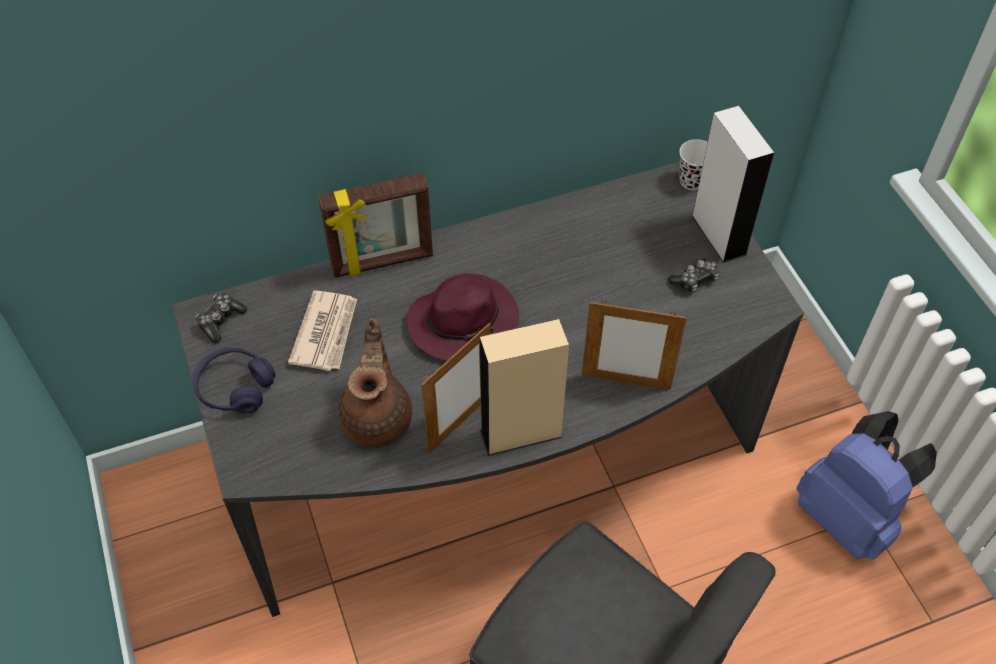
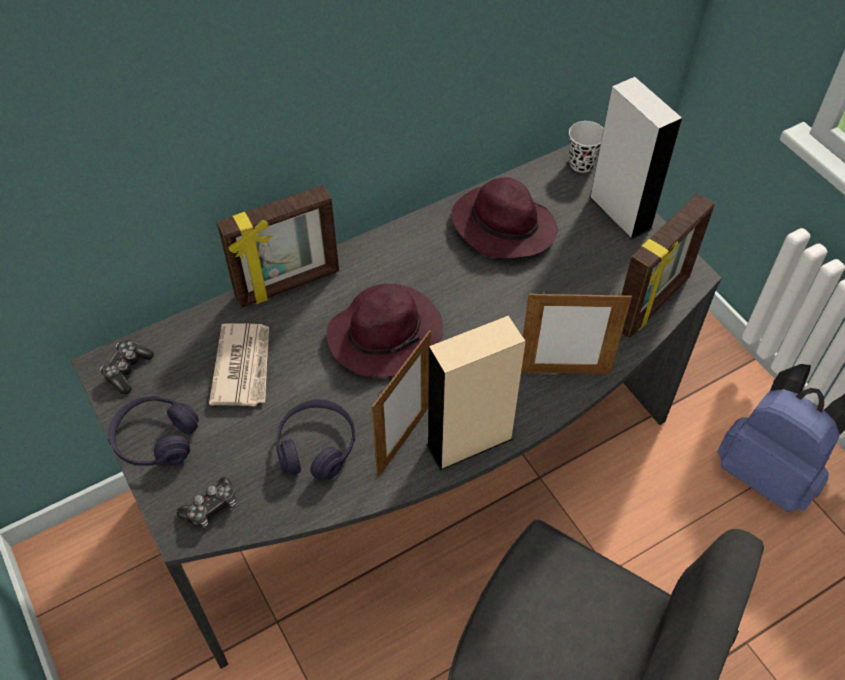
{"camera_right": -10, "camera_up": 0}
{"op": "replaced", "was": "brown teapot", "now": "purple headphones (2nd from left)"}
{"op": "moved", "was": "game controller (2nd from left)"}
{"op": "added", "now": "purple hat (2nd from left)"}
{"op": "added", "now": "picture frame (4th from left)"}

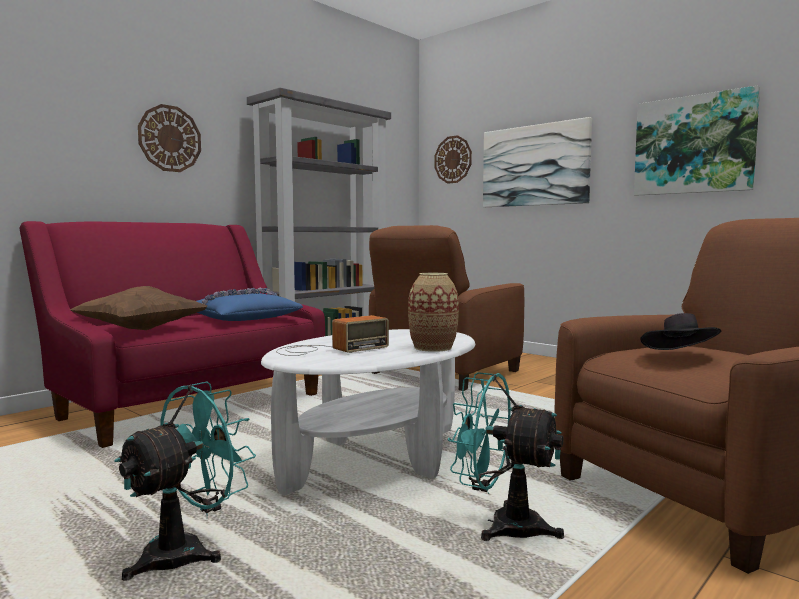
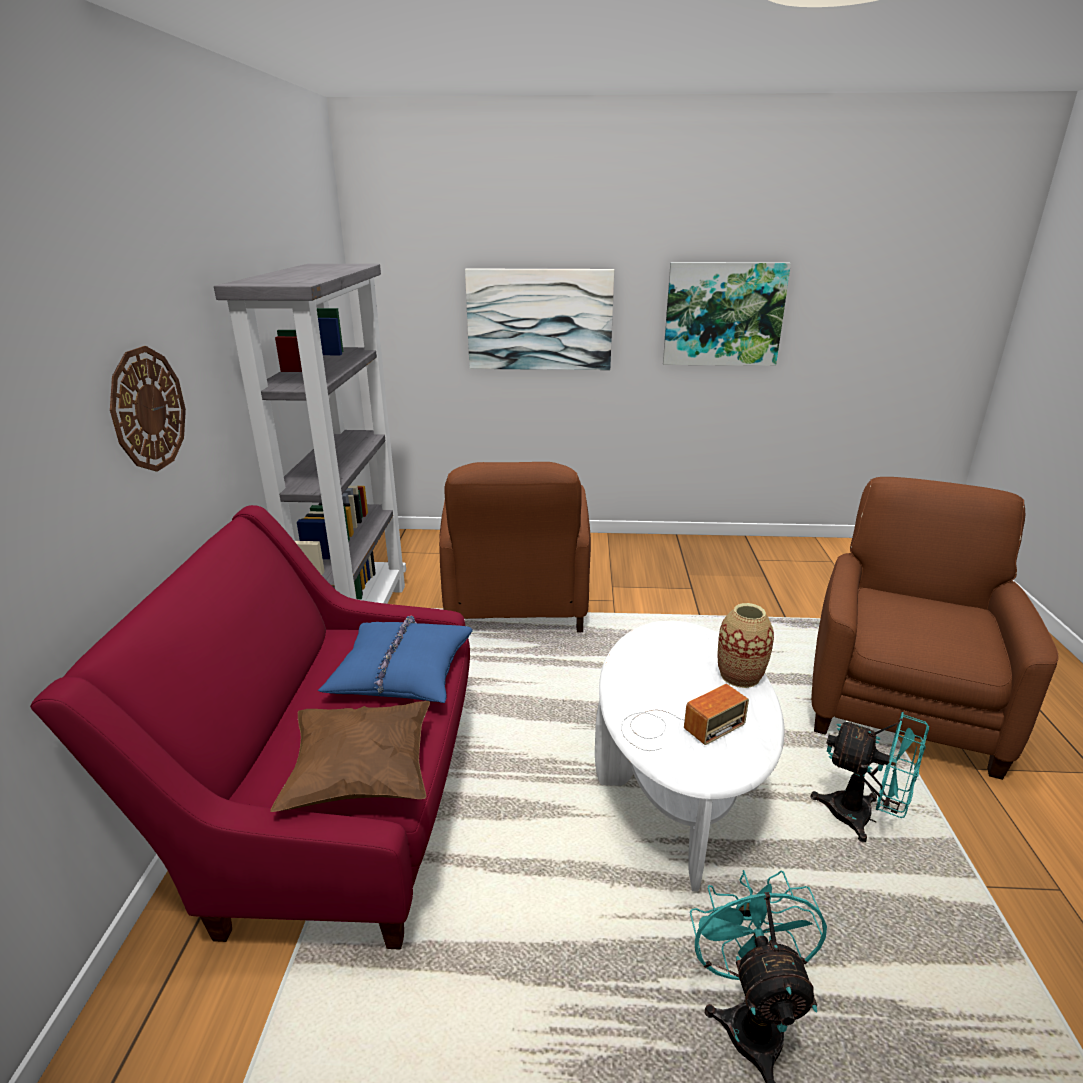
{"camera_right": -40, "camera_up": 20}
{"op": "turned", "was": "radio", "clockwise": 45}
{"op": "removed", "was": "wall clock (2nd from left)"}
{"op": "turned", "was": "turquoise fan (2nd from left)", "clockwise": -135}
{"op": "removed", "was": "black hat"}

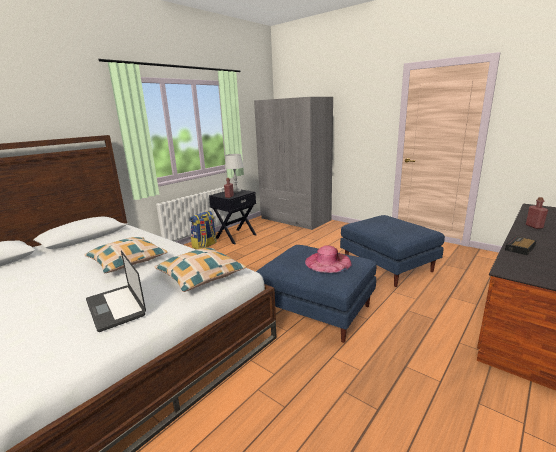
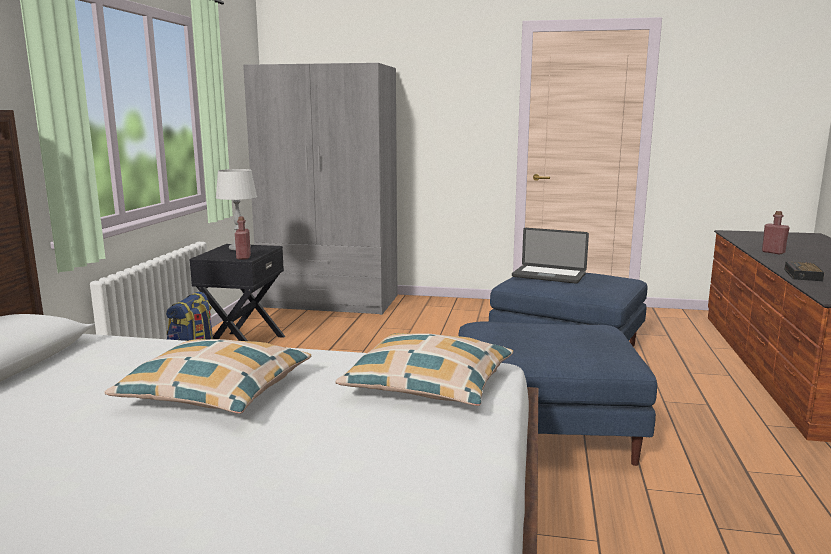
{"camera_right": -30, "camera_up": -5}
{"op": "moved", "was": "laptop"}
{"op": "removed", "was": "pink hat"}

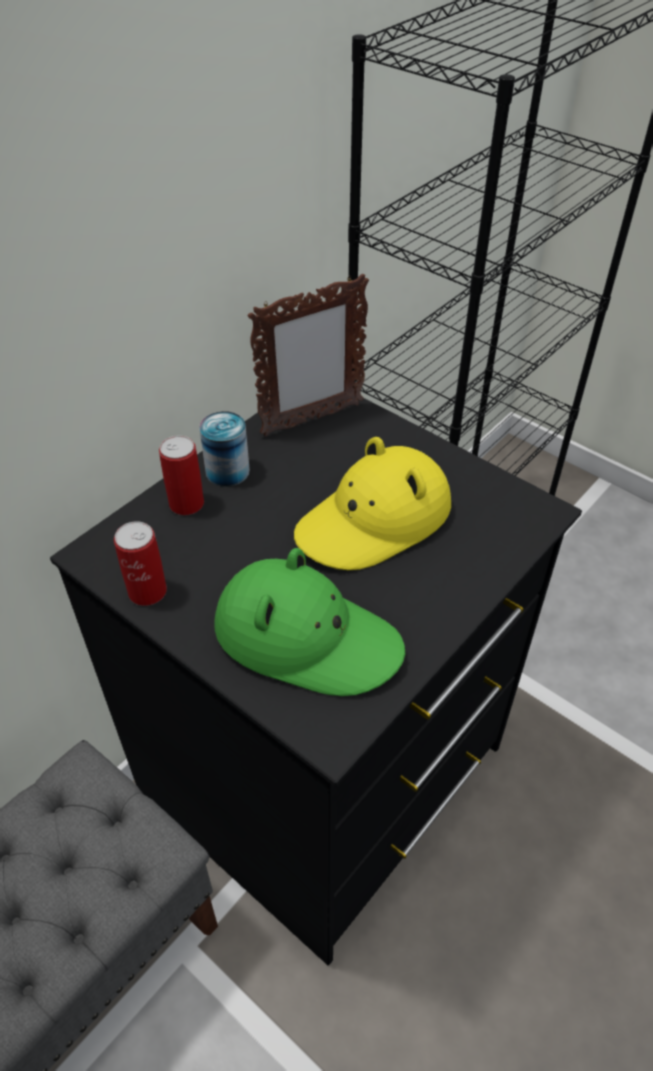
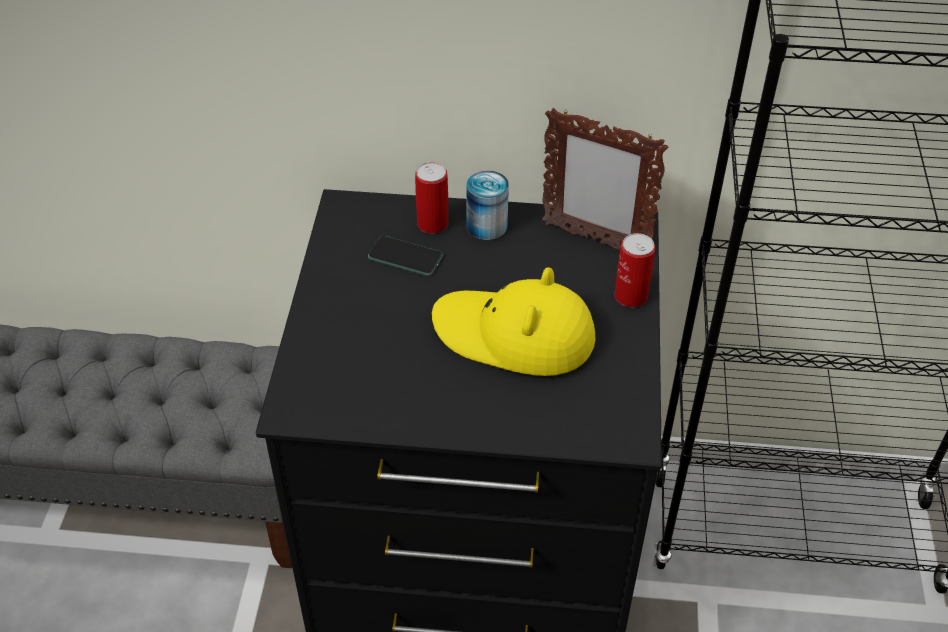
{"camera_right": 55, "camera_up": 0}
{"op": "moved", "was": "can (1st from left in the first image)", "now": "can (3rd from left)"}
{"op": "removed", "was": "green hat"}
{"op": "added", "now": "phone"}

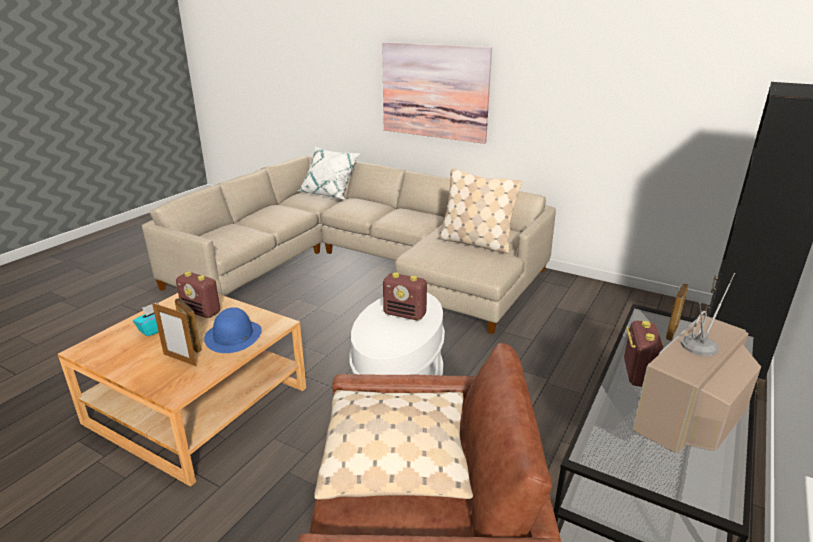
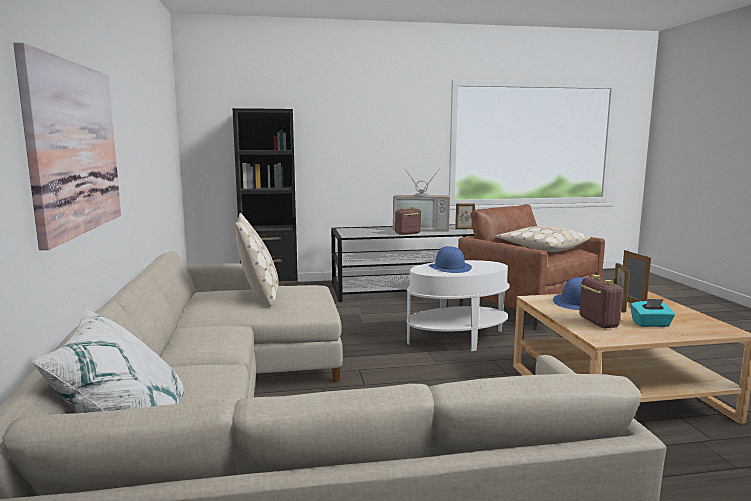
{"camera_right": -130, "camera_up": -15}
{"op": "replaced", "was": "radio (2nd from left)", "now": "blue hat (1st from left)"}
{"op": "moved", "was": "picture frame (3rd from left in the first image)", "now": "picture frame (1st from left)"}

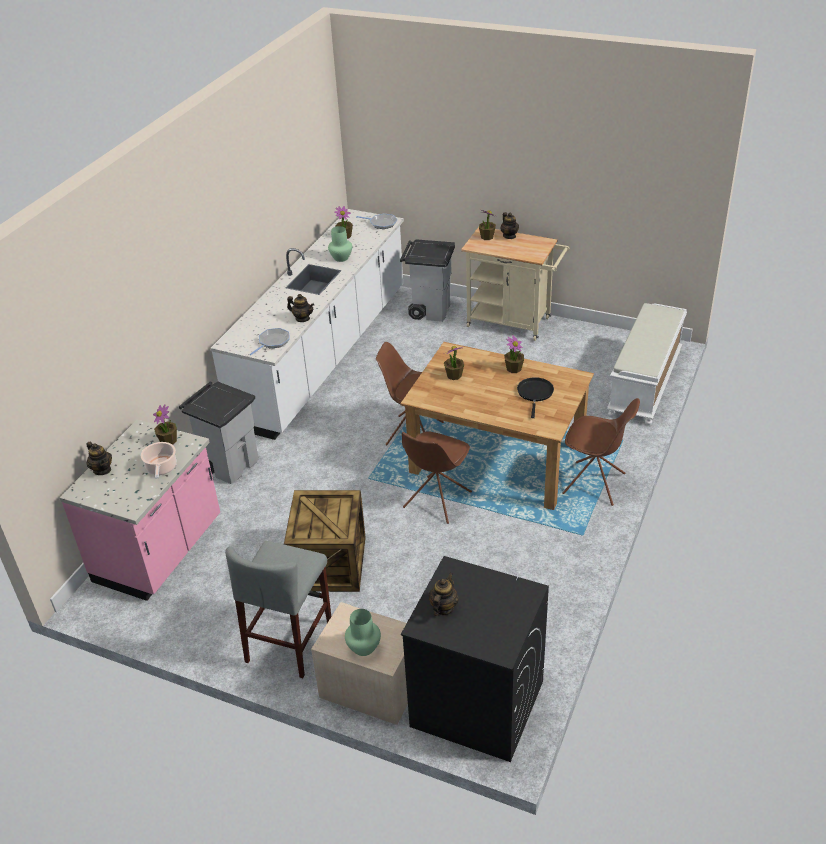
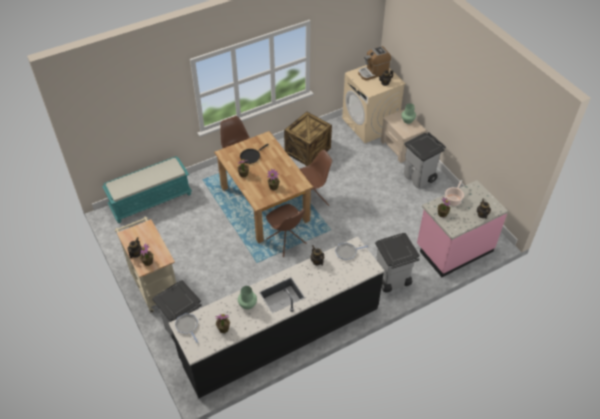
{"camera_right": -145, "camera_up": 10}
{"op": "recoloured", "was": "white counter", "now": "black counter"}
{"op": "replaced", "was": "grey stool", "now": "grey trash can (3rd from left)"}
{"op": "moved", "was": "crate"}
{"op": "recoloured", "was": "black washing machine", "now": "beige washing machine"}
{"op": "recoloured", "was": "white bench", "now": "turquoise bench"}
{"op": "added", "now": "coffee machine"}

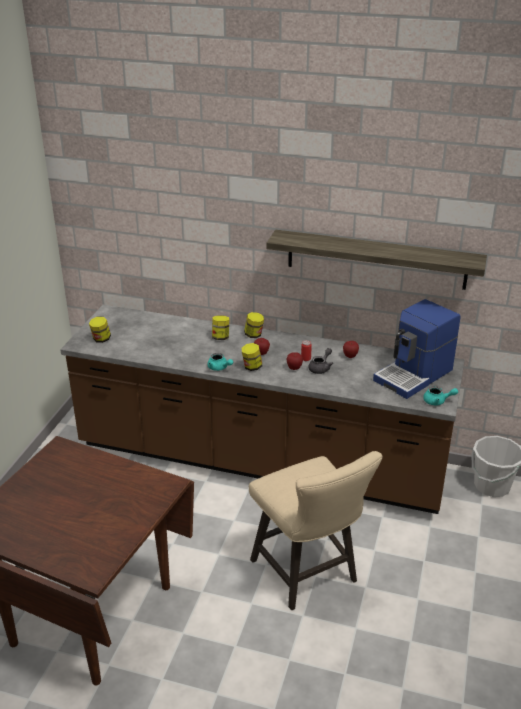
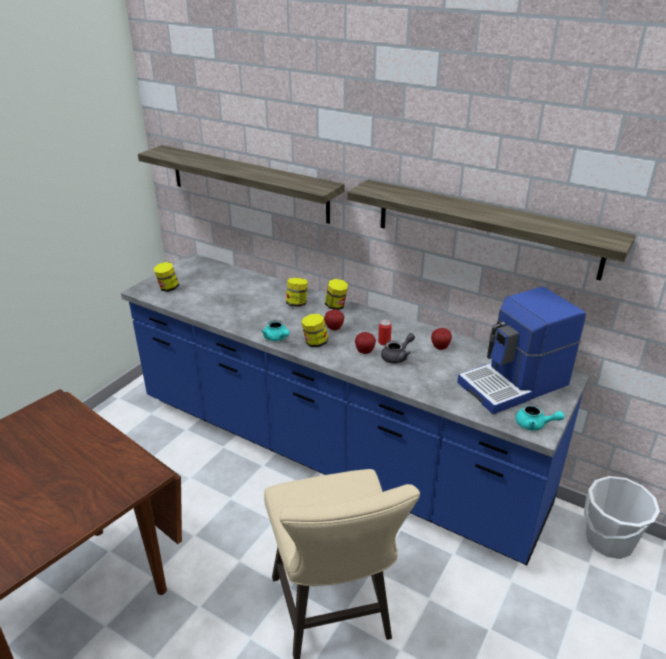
{"camera_right": 15, "camera_up": 0}
{"op": "recoloured", "was": "brown counter", "now": "blue counter"}
{"op": "added", "now": "shelf (1st from left)"}

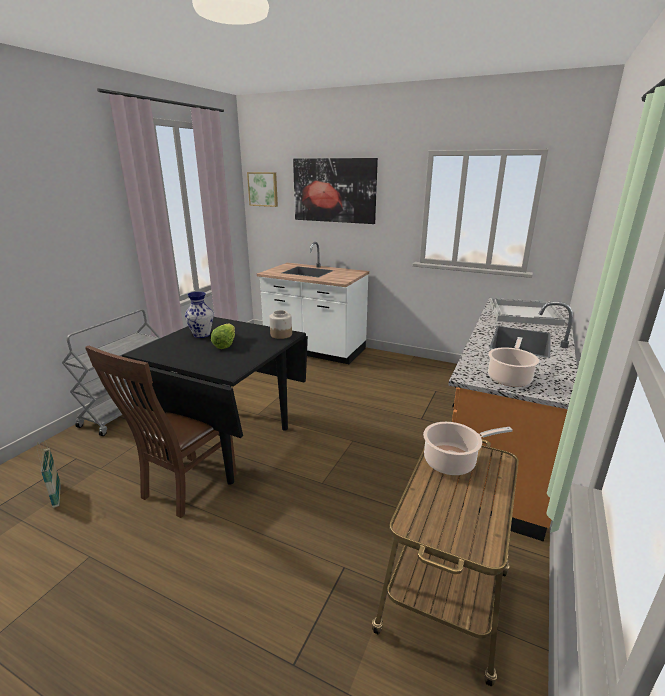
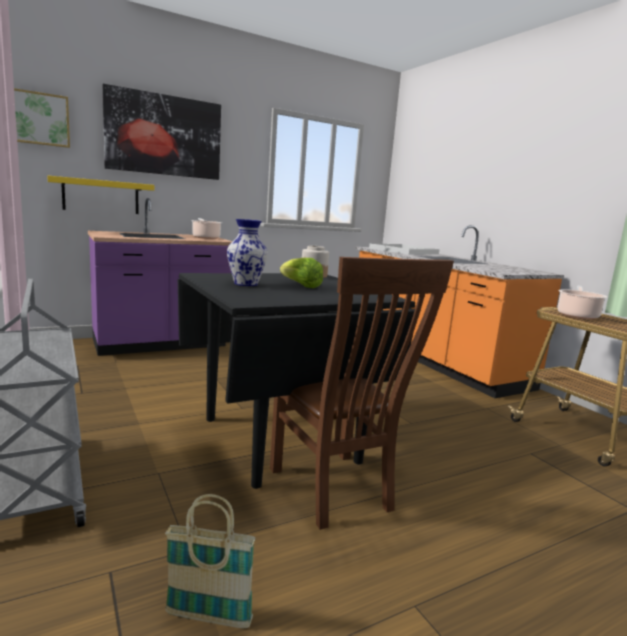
{"camera_right": -55, "camera_up": -10}
{"op": "recoloured", "was": "white counter", "now": "purple counter"}
{"op": "moved", "was": "cooking pot (2nd from left in the first image)", "now": "cooking pot (1st from left)"}
{"op": "added", "now": "yellow shelf"}

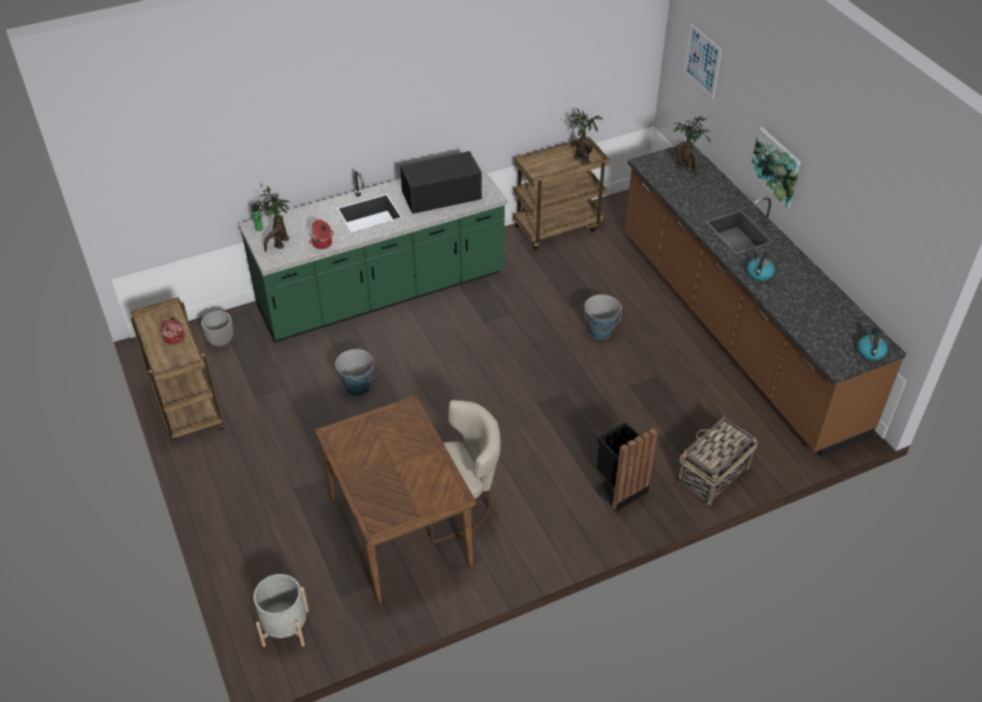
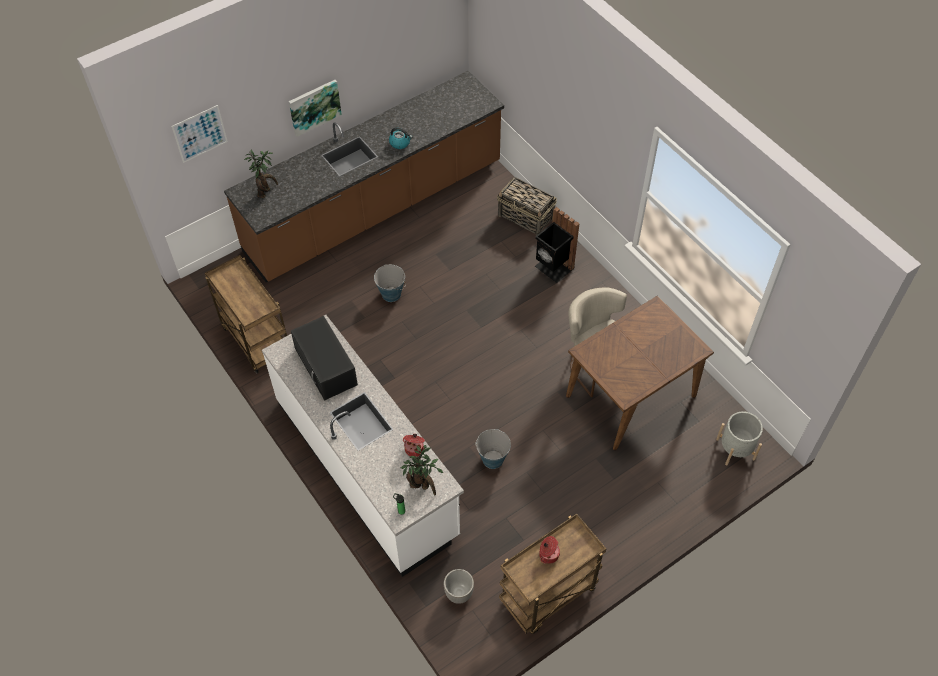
{"camera_right": -100, "camera_up": 10}
{"op": "recoloured", "was": "green counter", "now": "white counter"}
{"op": "removed", "was": "potted plant (2nd from left)"}
{"op": "removed", "was": "kettle (2nd from left)"}

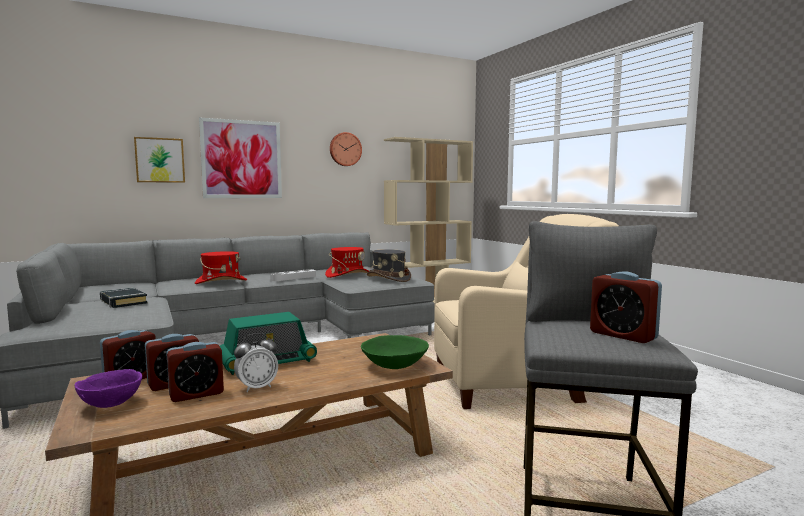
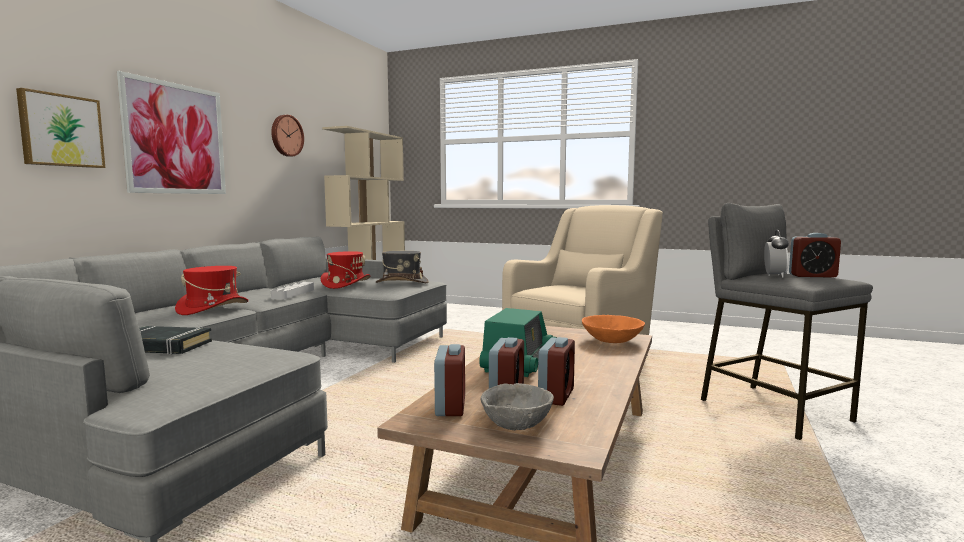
{"camera_right": -40, "camera_up": 0}
{"op": "recoloured", "was": "purple bowl", "now": "grey bowl"}
{"op": "moved", "was": "alarm clock (4th from left)"}
{"op": "recoloured", "was": "green bowl", "now": "orange bowl"}

